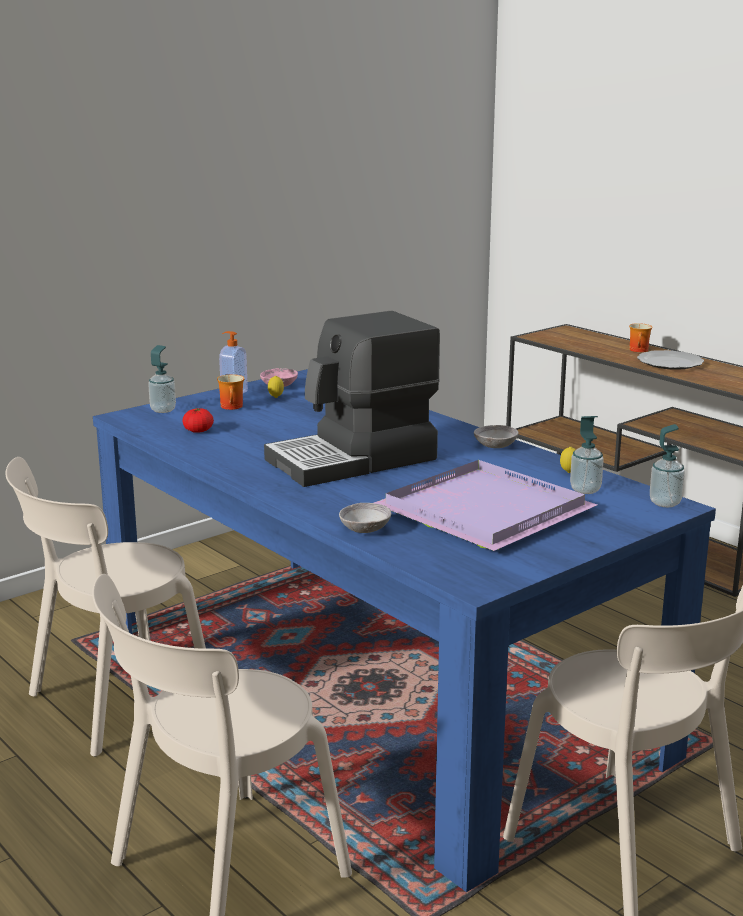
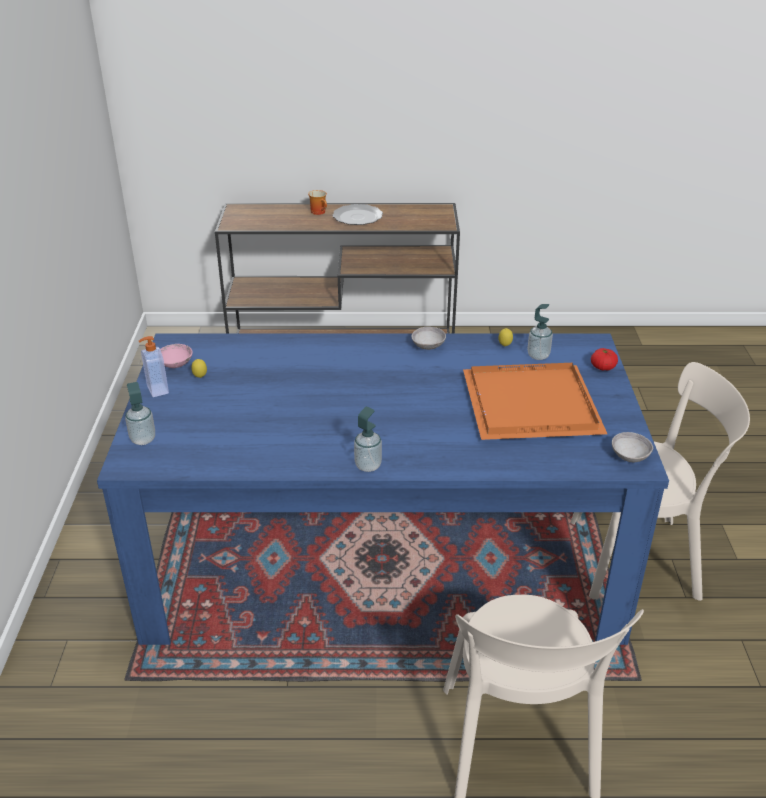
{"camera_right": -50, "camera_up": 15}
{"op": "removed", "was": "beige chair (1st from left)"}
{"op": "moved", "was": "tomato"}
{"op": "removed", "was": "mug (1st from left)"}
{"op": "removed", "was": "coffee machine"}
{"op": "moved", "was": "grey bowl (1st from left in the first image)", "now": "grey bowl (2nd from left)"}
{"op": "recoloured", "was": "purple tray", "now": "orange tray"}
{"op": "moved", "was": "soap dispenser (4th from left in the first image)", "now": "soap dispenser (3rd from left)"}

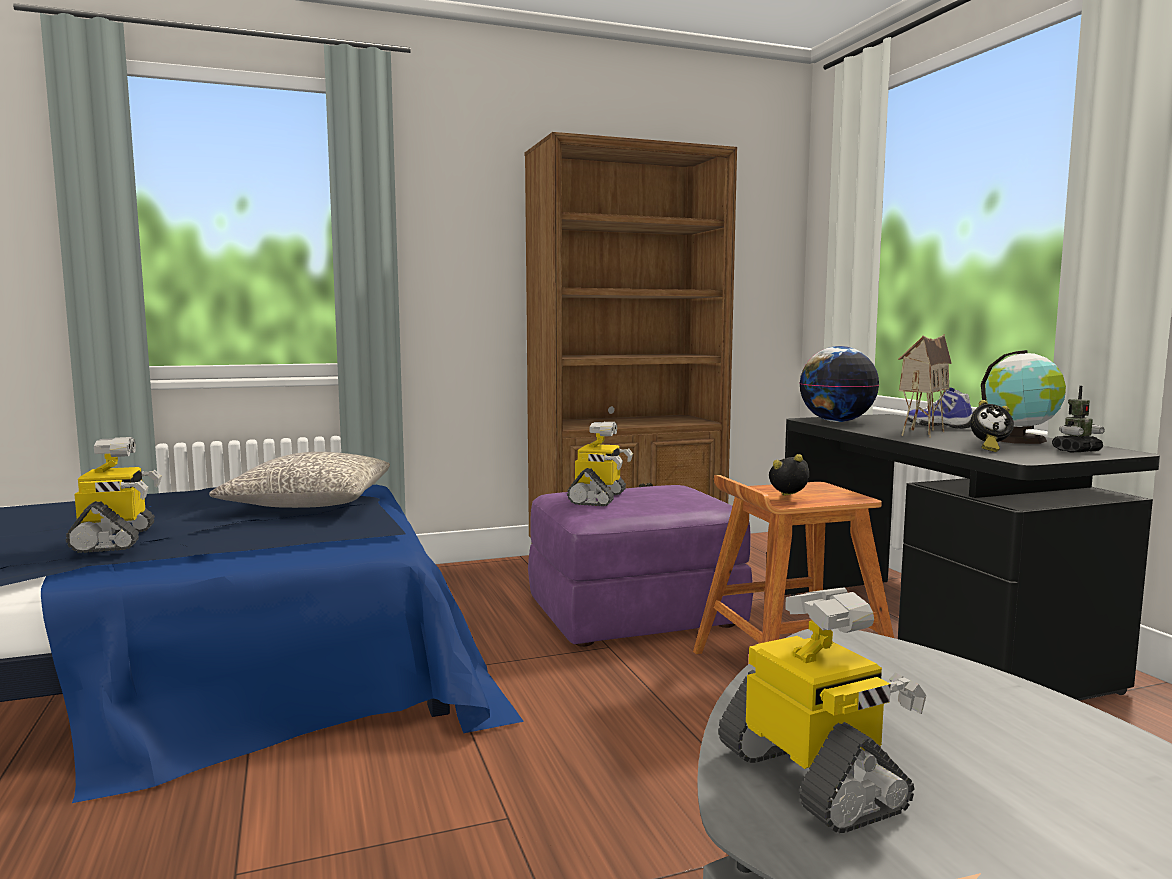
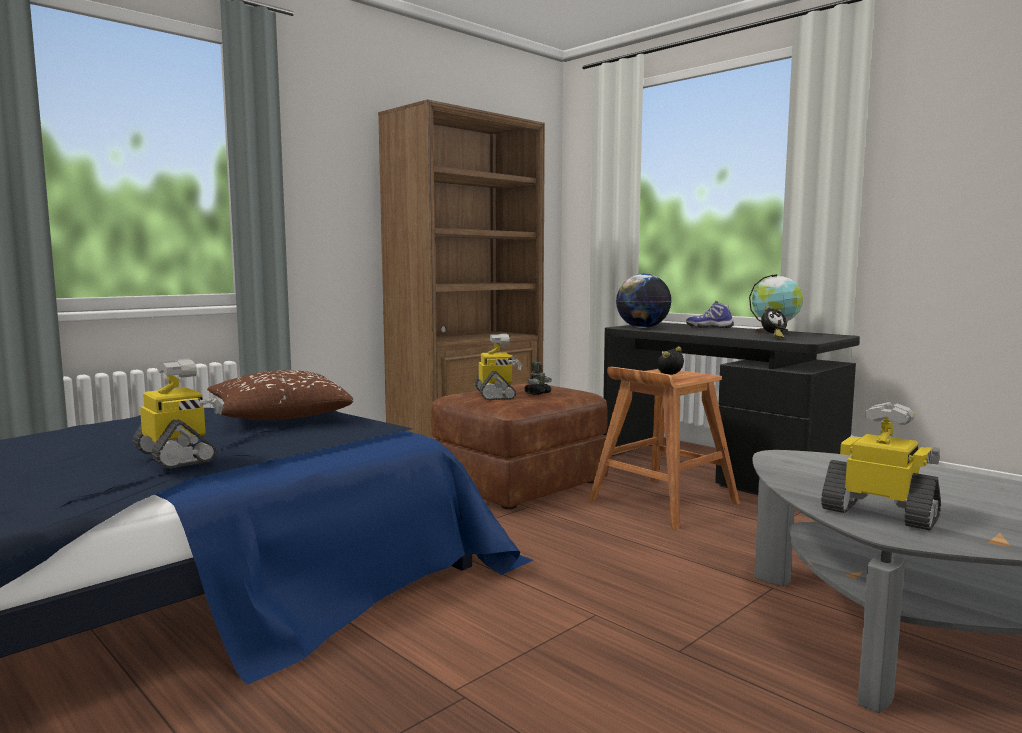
{"camera_right": -25, "camera_up": 0}
{"op": "recoloured", "was": "grey pillow", "now": "brown pillow"}
{"op": "recoloured", "was": "purple ottoman", "now": "brown ottoman"}
{"op": "removed", "was": "toy house"}
{"op": "moved", "was": "toy robot (4th from left in the first image)", "now": "toy robot (3rd from left)"}

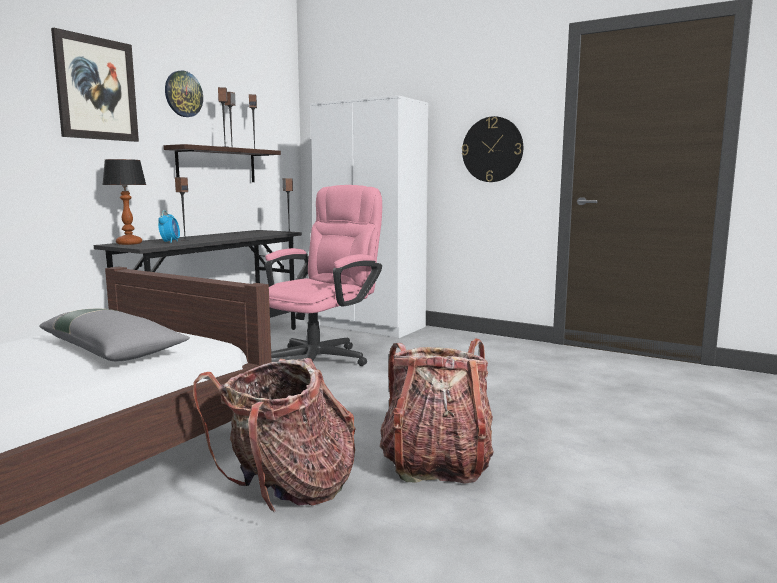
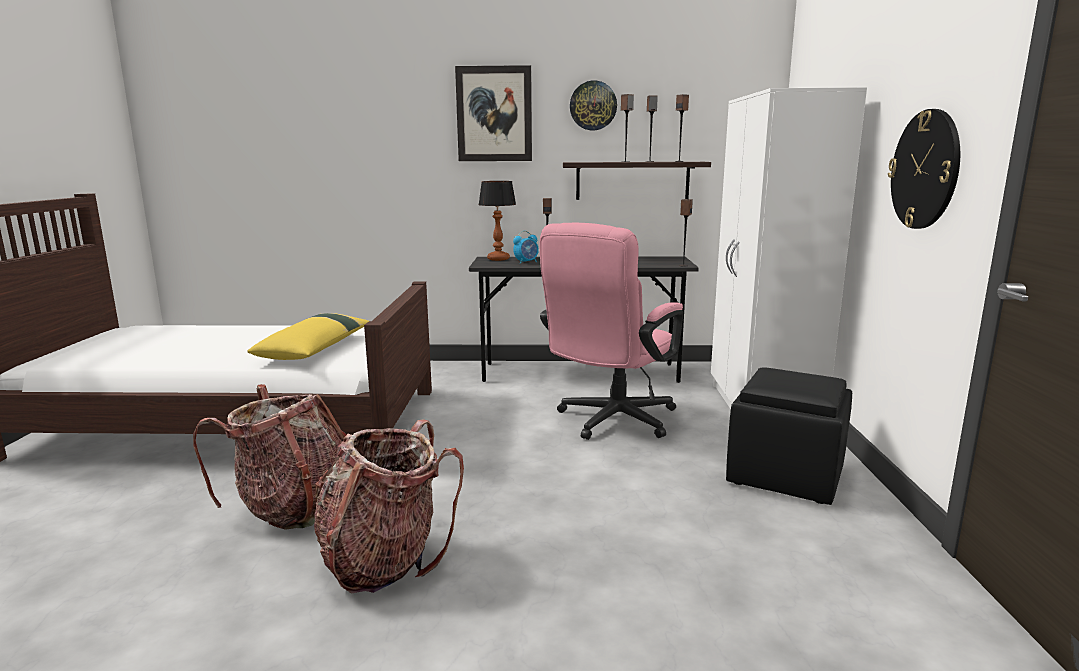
{"camera_right": 60, "camera_up": 5}
{"op": "recoloured", "was": "grey pillow", "now": "yellow pillow"}
{"op": "turned", "was": "pink office chair", "clockwise": 120}
{"op": "added", "now": "black ottoman"}

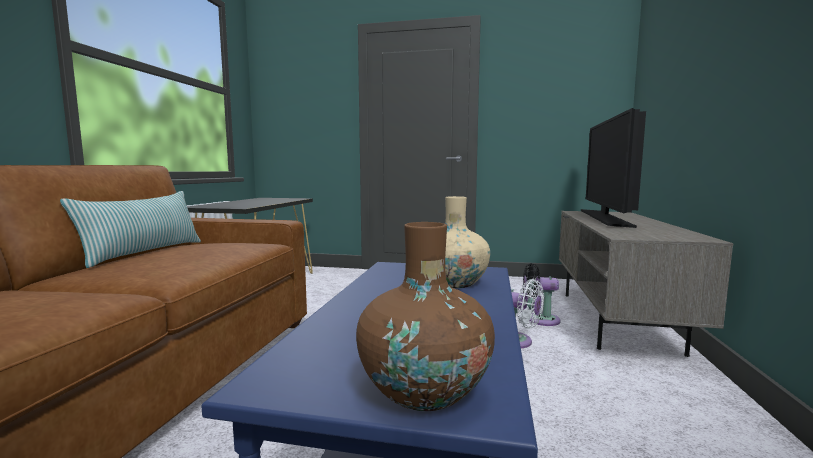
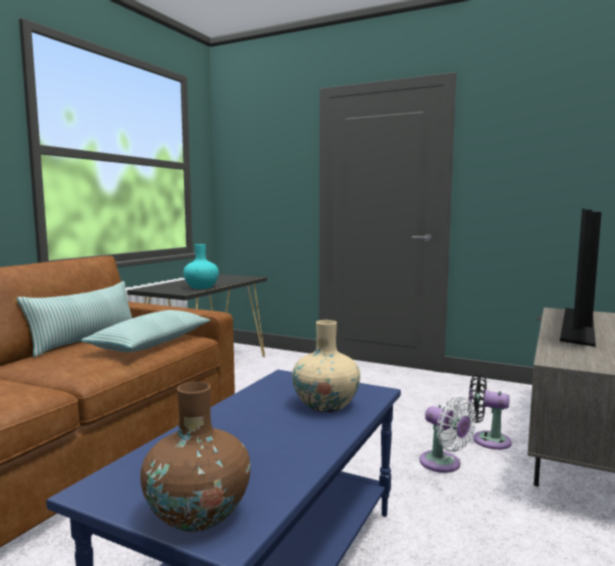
{"camera_right": 15, "camera_up": 0}
{"op": "added", "now": "pillow (2nd from left)"}
{"op": "added", "now": "turquoise vase"}

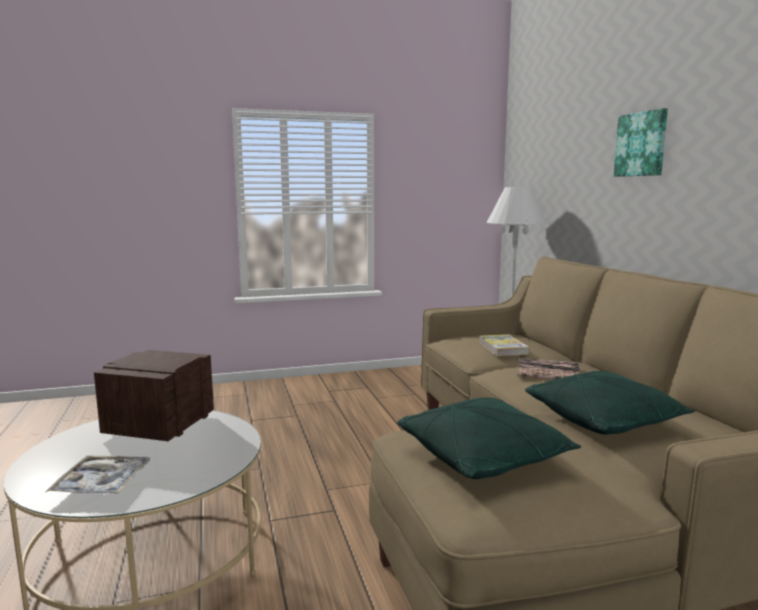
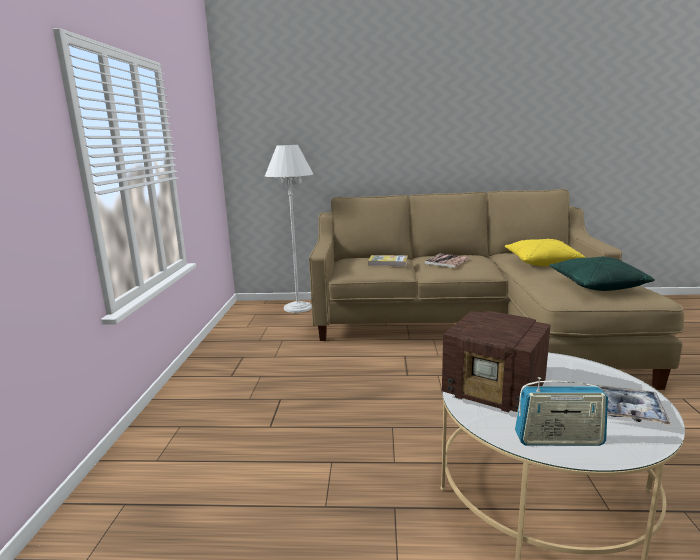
{"camera_right": -70, "camera_up": 5}
{"op": "recoloured", "was": "green pillow (2nd from left)", "now": "yellow pillow"}
{"op": "removed", "was": "picture"}
{"op": "added", "now": "radio (2nd from left)"}

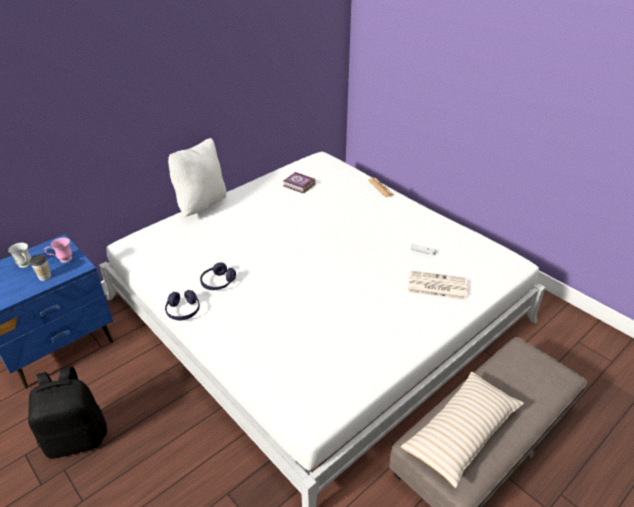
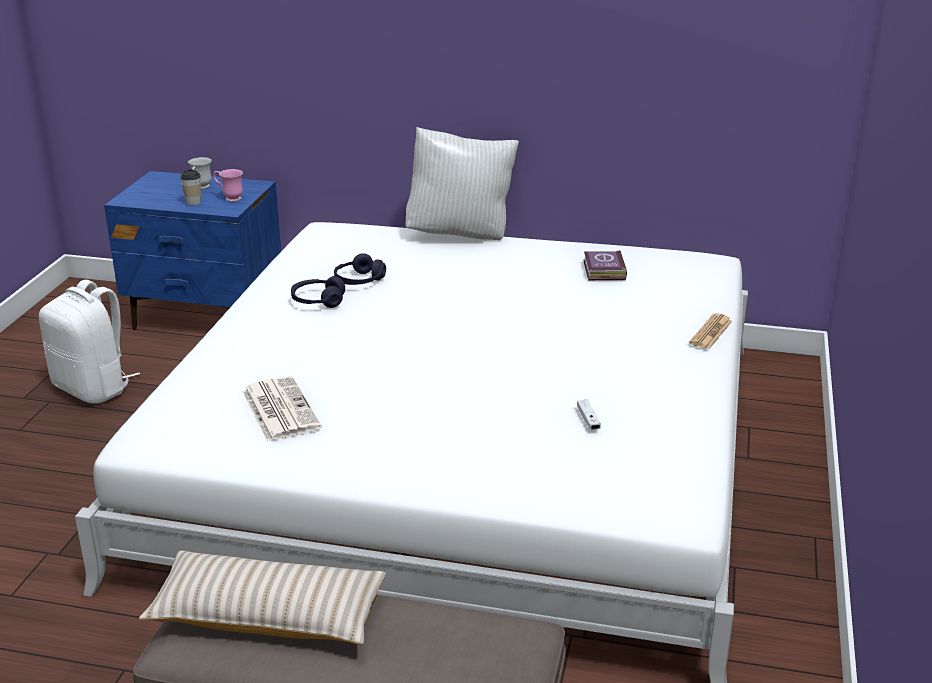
{"camera_right": 55, "camera_up": -10}
{"op": "recoloured", "was": "black backpack", "now": "white backpack"}
{"op": "moved", "was": "purple headphones (1st from left in the first image)", "now": "purple headphones (2nd from left)"}
{"op": "moved", "was": "newspaper (2nd from left in the first image)", "now": "newspaper (1st from left)"}

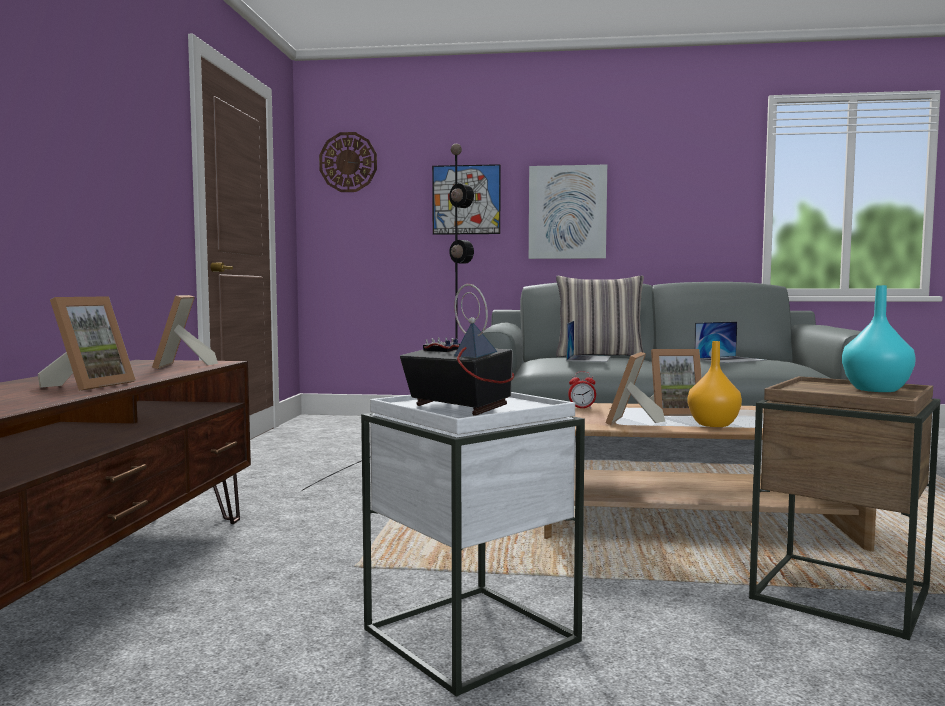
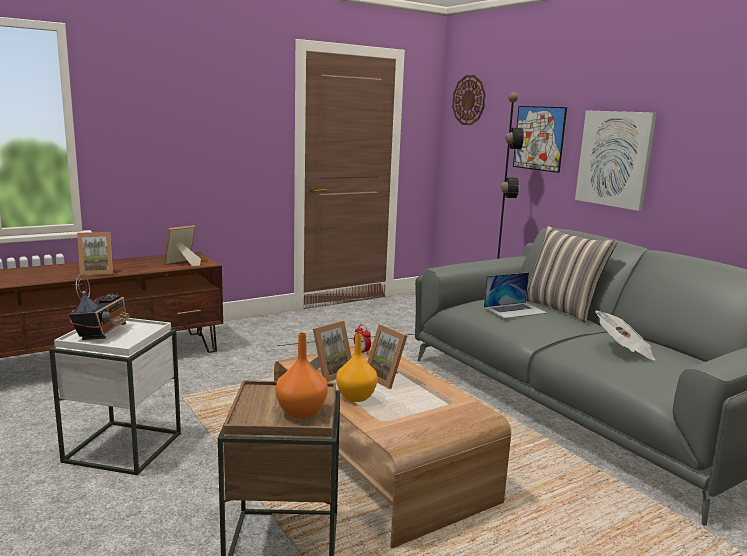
{"camera_right": 50, "camera_up": 10}
{"op": "turned", "was": "picture frame (3rd from left)", "clockwise": 150}
{"op": "replaced", "was": "laptop (2nd from left)", "now": "newspaper"}
{"op": "recoloured", "was": "turquoise vase", "now": "orange vase (1st from left)"}

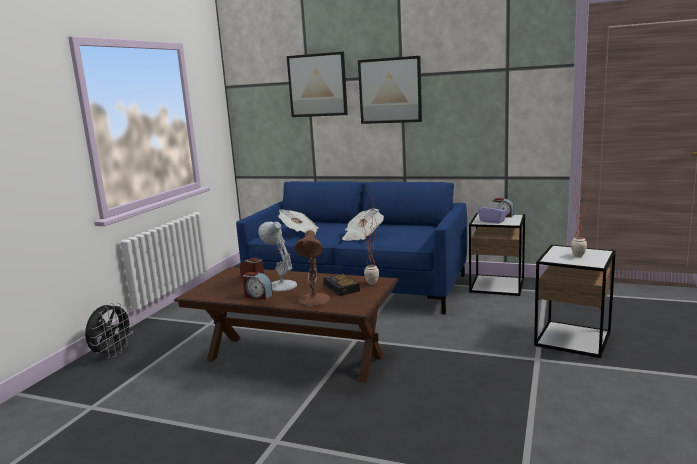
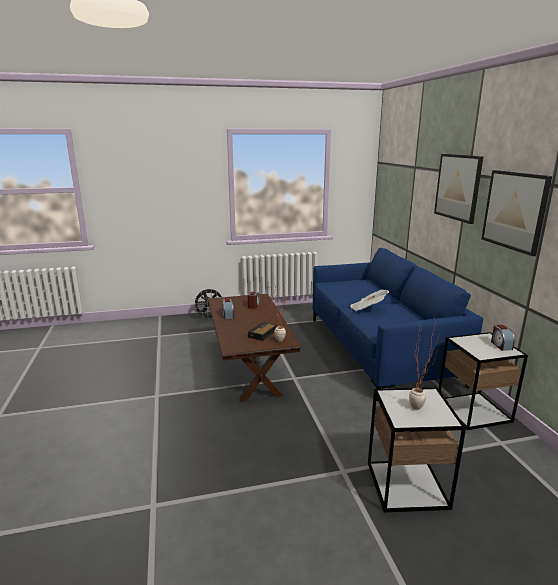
{"camera_right": 55, "camera_up": 5}
{"op": "removed", "was": "white table lamp"}
{"op": "removed", "was": "newspaper (1st from left)"}
{"op": "moved", "was": "picture (1st from left in the first image)", "now": "picture (2nd from left)"}
{"op": "removed", "was": "brown table lamp"}
{"op": "removed", "was": "purple tissue box"}

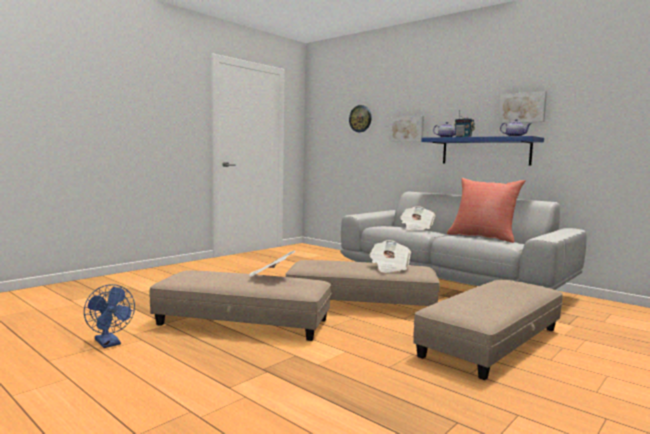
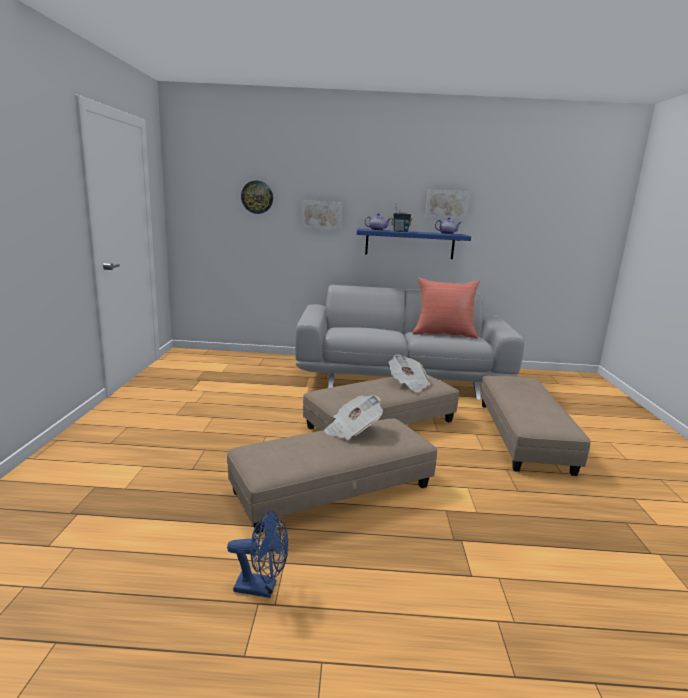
{"camera_right": -40, "camera_up": 10}
{"op": "removed", "was": "newspaper (3rd from left)"}

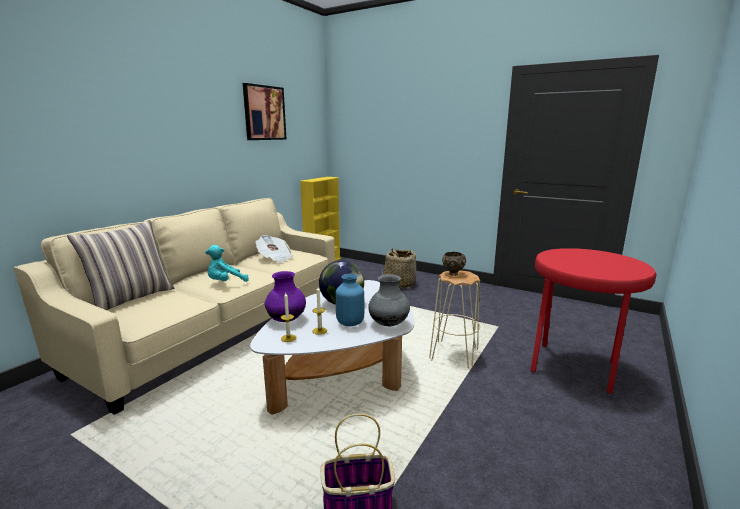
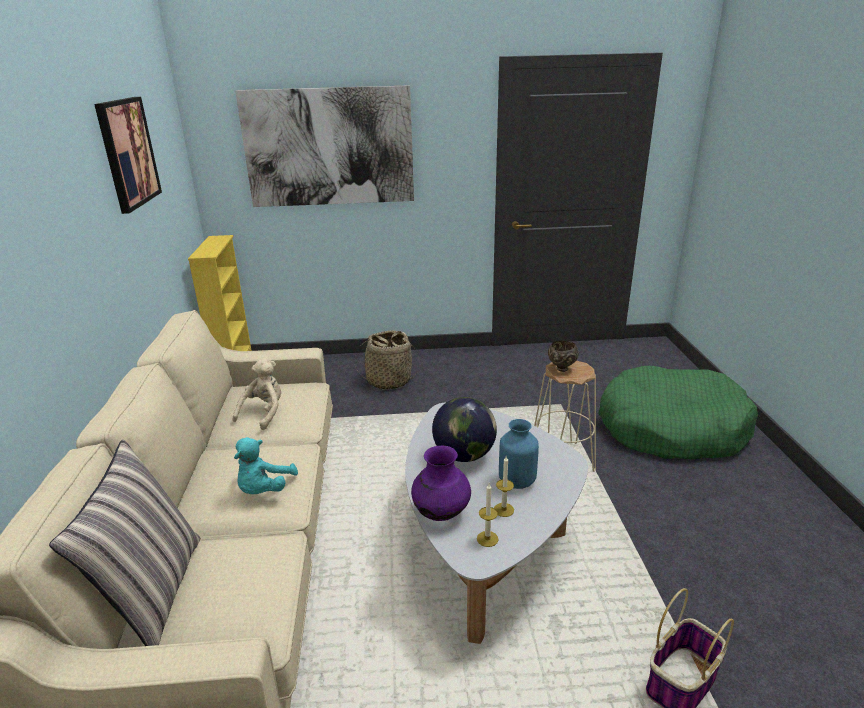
{"camera_right": -35, "camera_up": 10}
{"op": "replaced", "was": "newspaper", "now": "beige plush toy"}
{"op": "removed", "was": "grey vase"}
{"op": "replaced", "was": "red stool", "now": "green dog bed"}
{"op": "added", "now": "picture (2nd from left)"}

